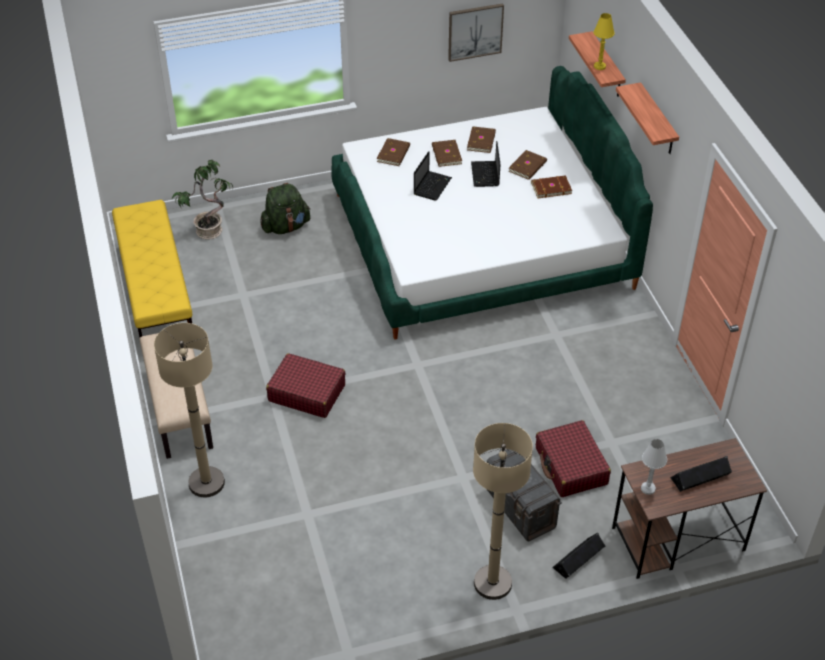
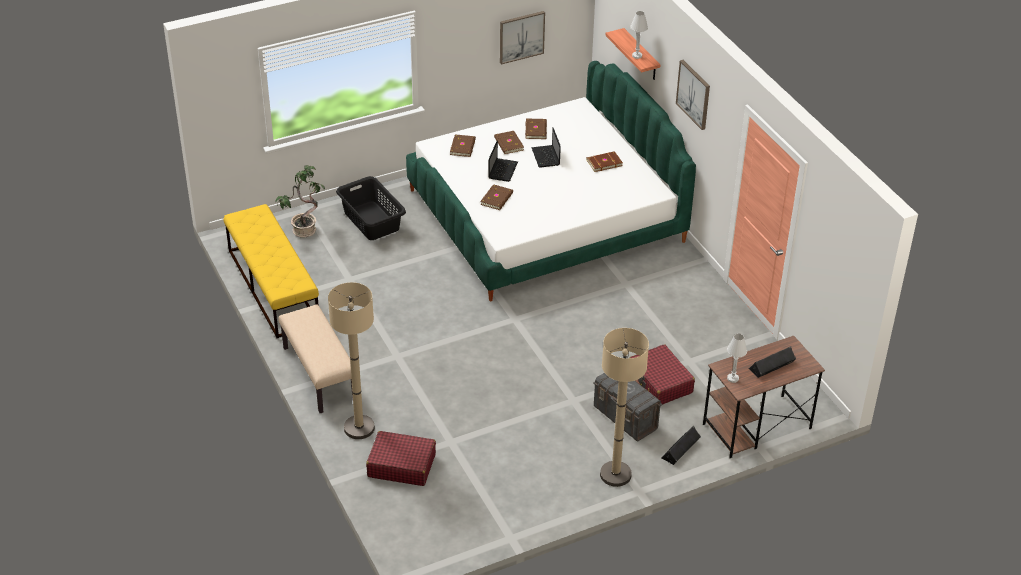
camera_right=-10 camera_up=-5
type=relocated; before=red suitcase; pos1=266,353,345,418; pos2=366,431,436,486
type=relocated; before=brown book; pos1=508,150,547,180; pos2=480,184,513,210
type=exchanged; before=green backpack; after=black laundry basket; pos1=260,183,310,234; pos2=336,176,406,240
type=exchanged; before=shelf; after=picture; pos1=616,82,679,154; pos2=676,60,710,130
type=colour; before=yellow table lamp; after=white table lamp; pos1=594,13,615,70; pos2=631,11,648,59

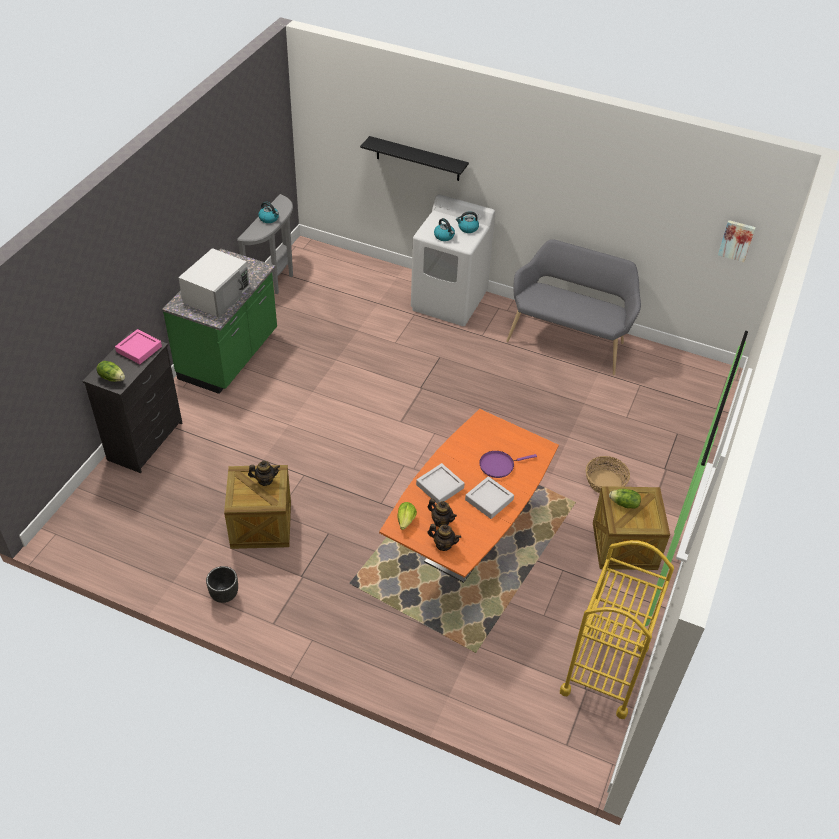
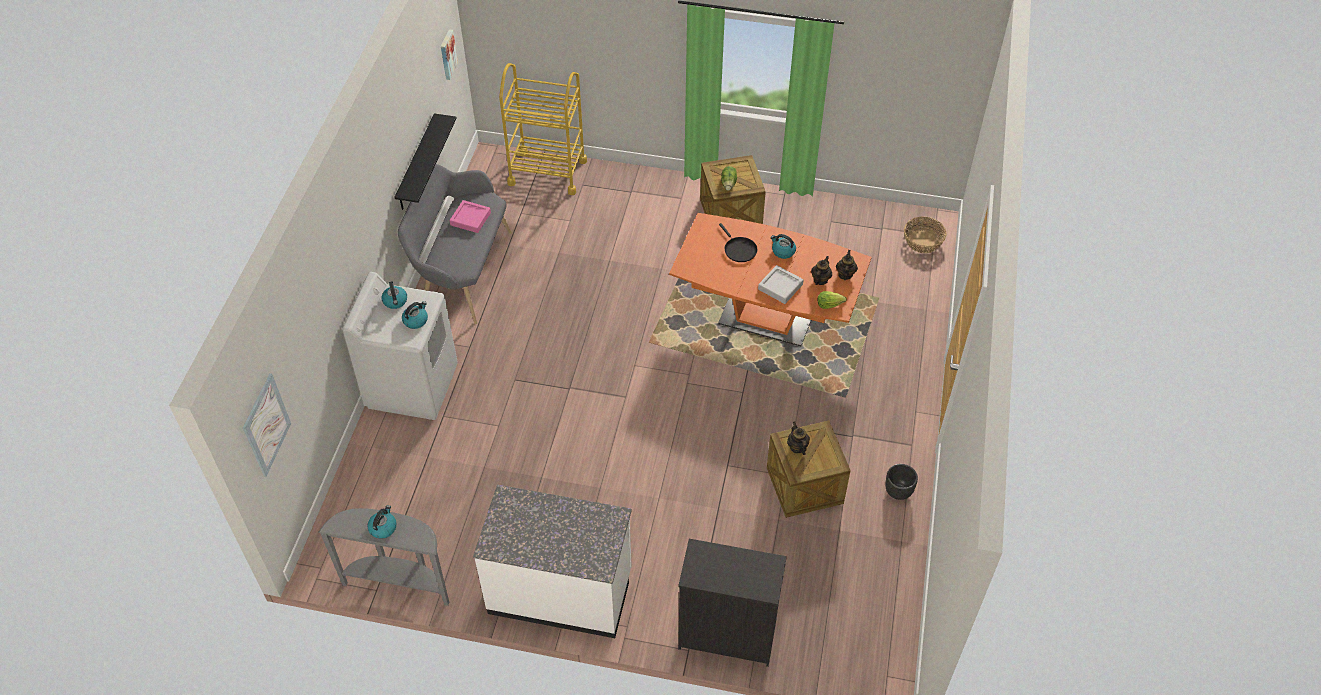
camera_right=-100 camera_up=5
type=missing; before=lettuce; pos1=97,361,125,382
type=missing; before=white microwave; pos1=178,248,250,318
type=appeared; after=picture; pos2=243,373,291,477
type=relocated; before=pink tray; pos1=115,329,162,364; pos2=450,200,491,233
type=relocated; before=black shelf; pos1=360,136,469,181; pos2=394,113,457,210
type=relocated; before=yellow cart; pos1=560,540,674,719; pos2=499,63,587,195
type=relocated; before=basket; pos1=586,456,630,494; pos2=904,217,947,253
type=exchanged; before=grey tray; after=kettle; pos1=465,476,514,519; pos2=771,234,796,259
type=colour; before=green counter; after=white counter; pos1=162,249,277,394; pos2=473,485,632,638
type=colour; before=purple frying pan; after=black frying pan; pos1=479,451,537,478; pos2=719,223,757,262

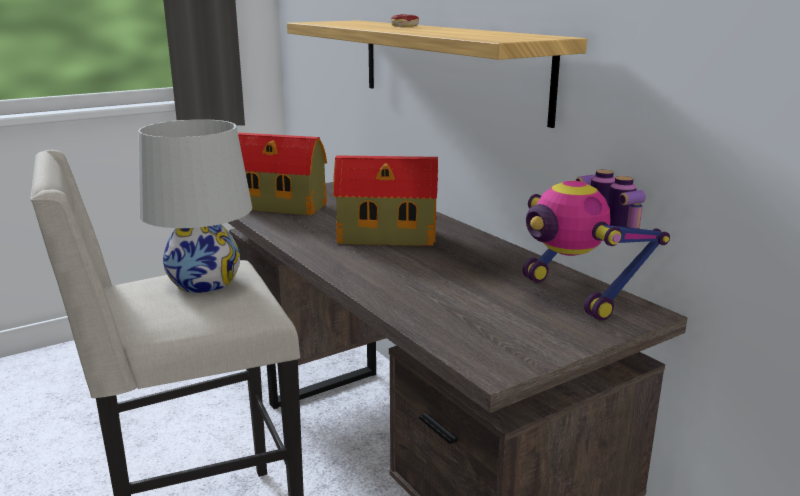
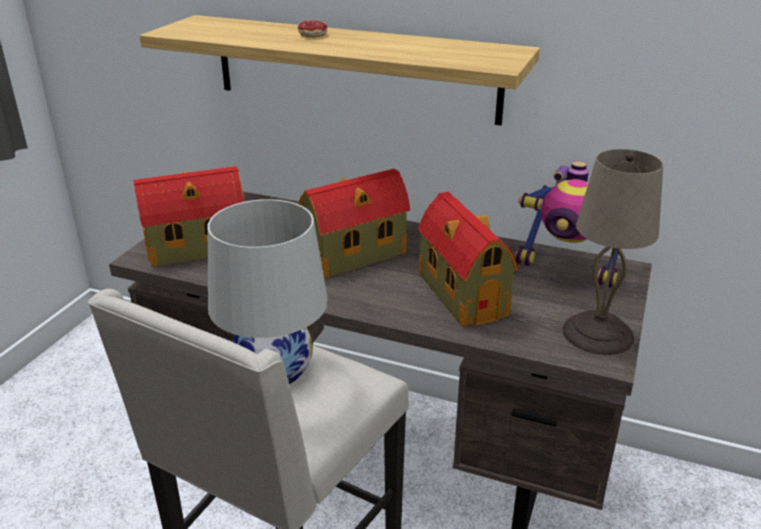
camera_right=-35 camera_up=10
type=appeared; after=toy house; pos2=418,192,519,327
type=appeared; after=beige table lamp; pos2=563,149,663,355

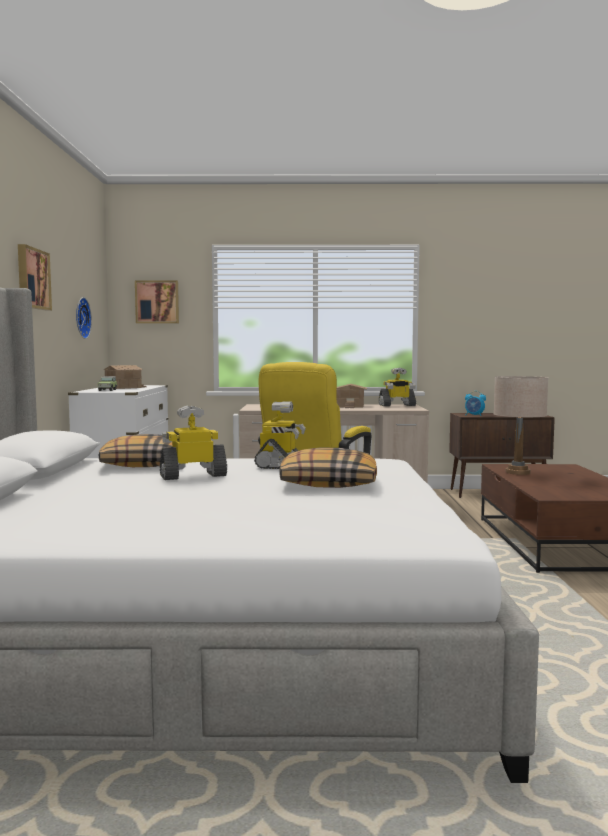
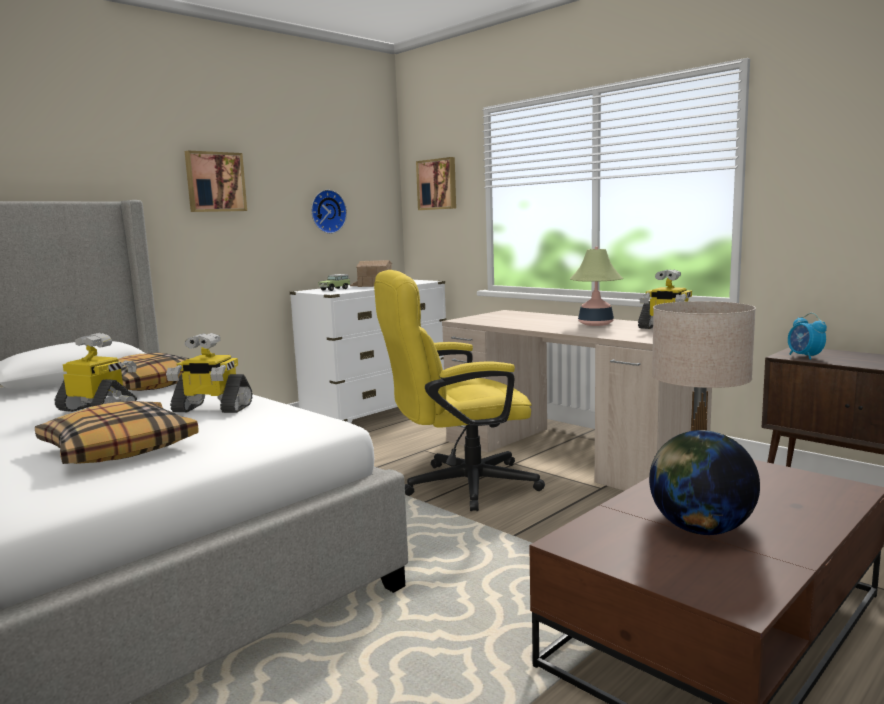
camera_right=45 camera_up=5
type=appeared; after=globe; pos2=649,430,760,535
type=exchanged; before=toy house; after=table lamp; pos1=337,384,367,408; pos2=570,247,623,326
type=spun; before=toy robot; pos1=254,401,306,469; pos2=166,333,252,413; turn=45

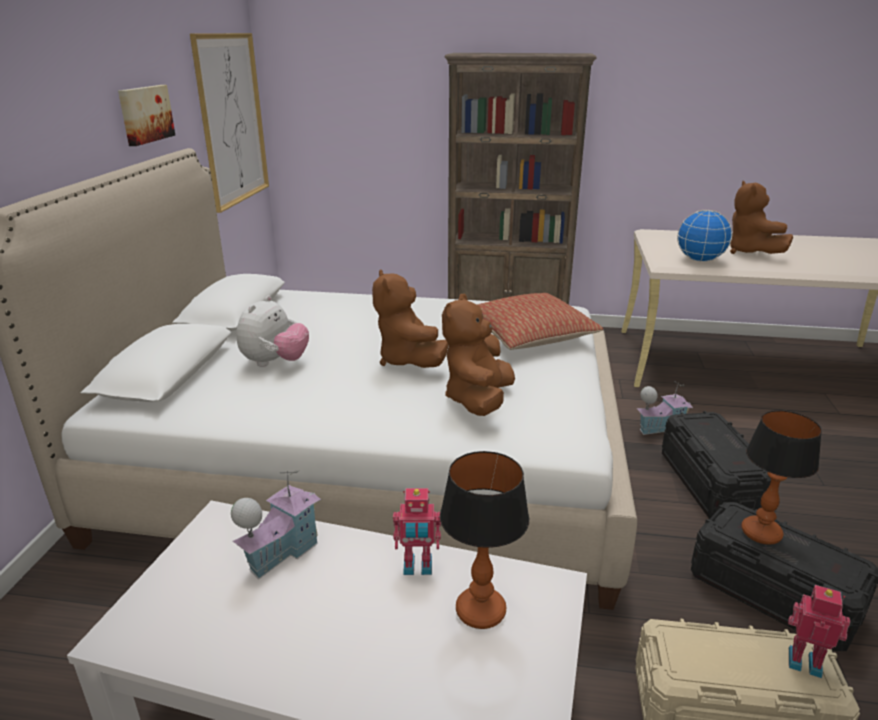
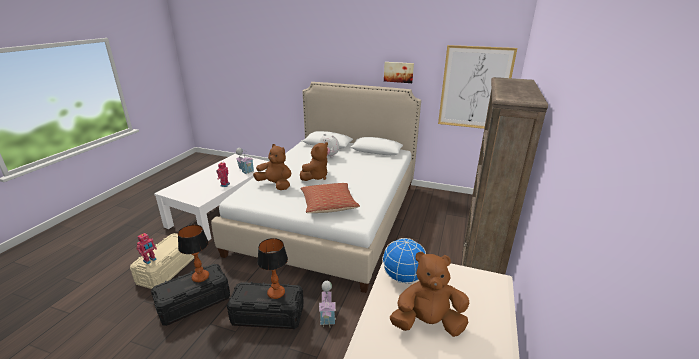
camera_right=100 camera_up=0
type=relocated; before=table lamp; pos1=440,451,529,629; pos2=257,238,288,299
type=spun; before=brown plush toy; pos1=372,269,448,368; pos2=300,142,328,181; turn=135

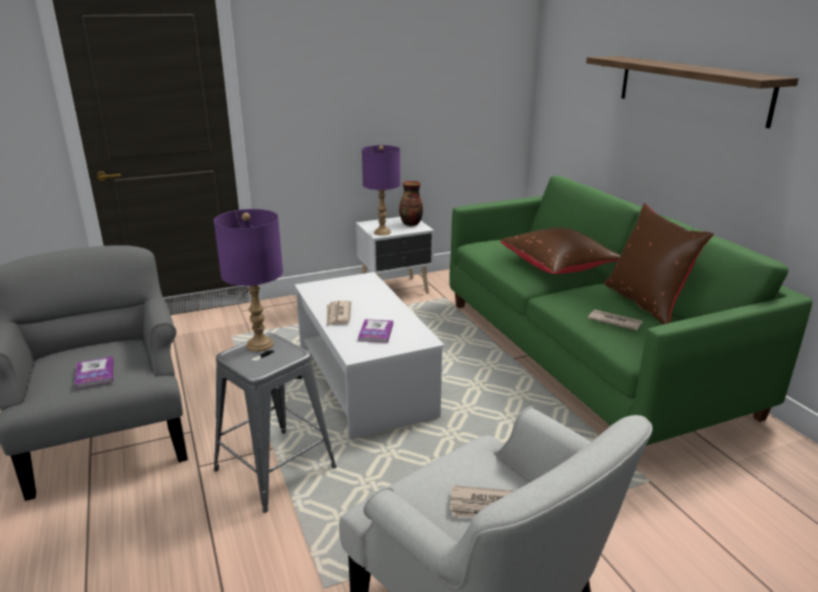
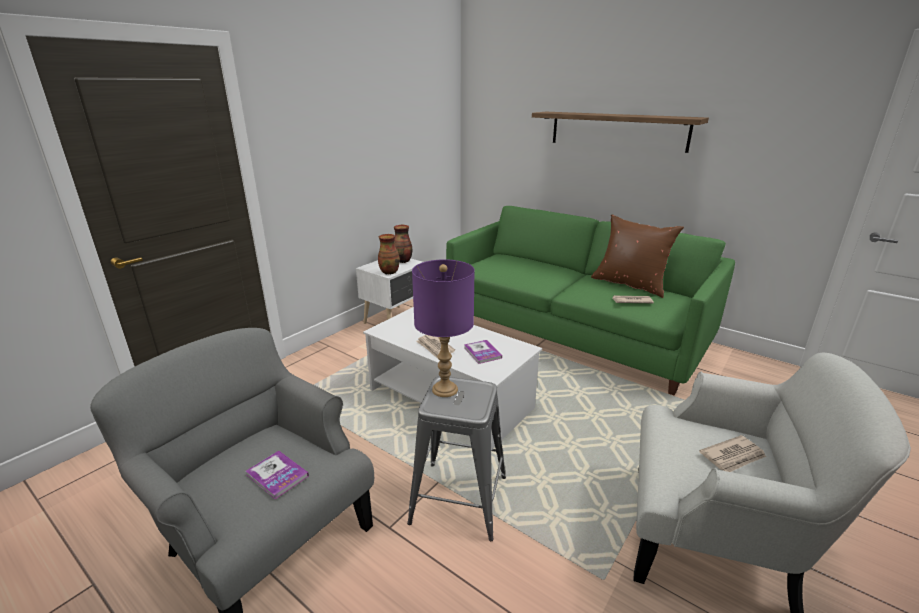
camera_right=-30 camera_up=0
type=missing; before=brown pillow; pos1=500,228,620,274
type=exchanged; before=purple table lamp; after=vase; pos1=362,145,400,236; pos2=378,234,400,275

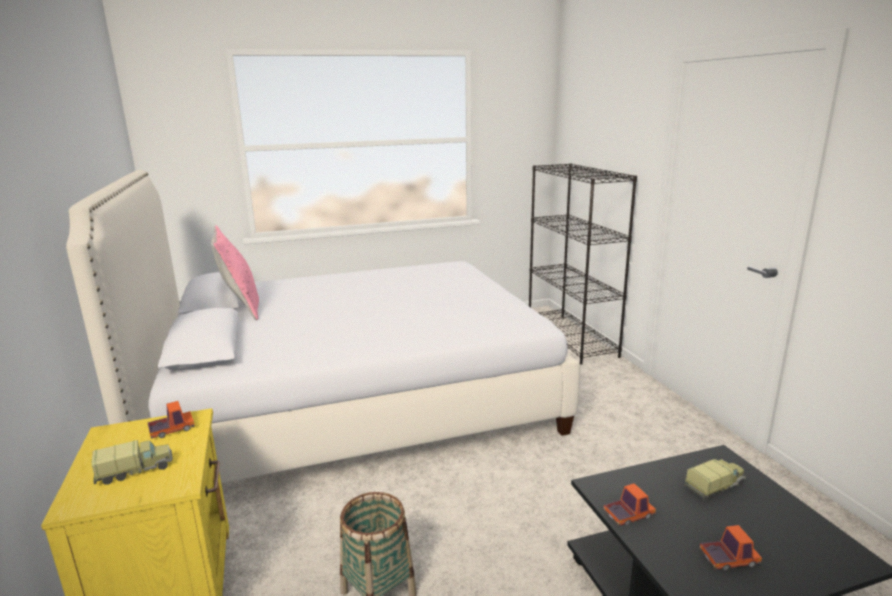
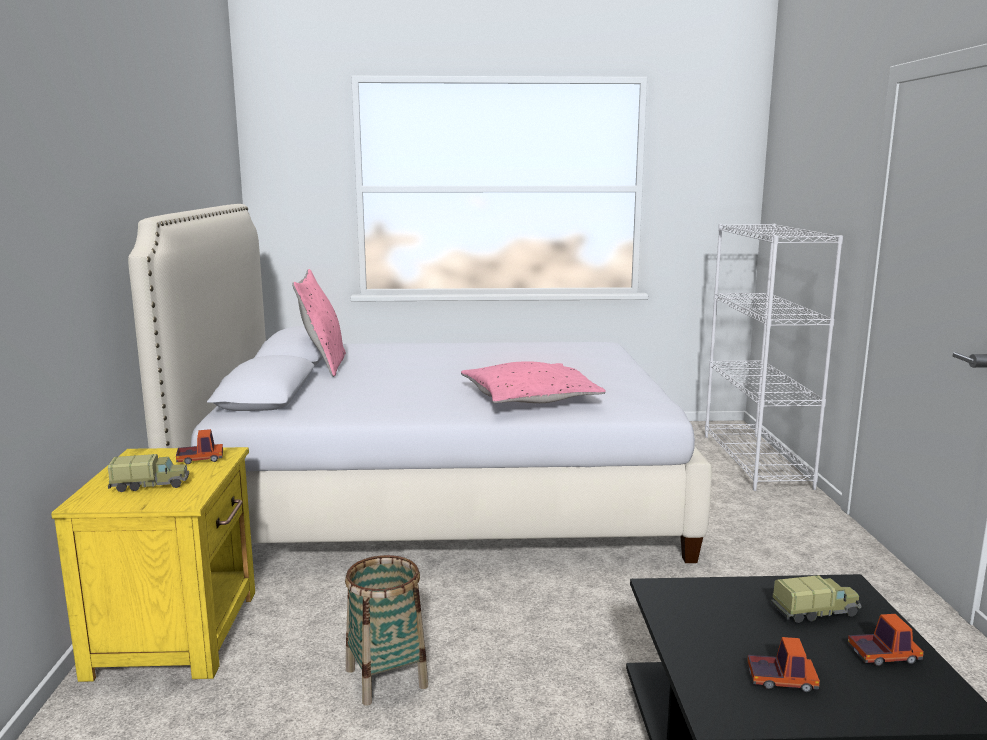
camera_right=15 camera_up=-5
type=appeared; after=pink pillow; pos2=461,361,606,403
type=relocated; before=toy truck; pos1=604,483,656,526; pos2=848,614,924,666
type=colour; before=black bookcase; after=white bookcase; pos1=529,163,637,365; pos2=705,224,843,491

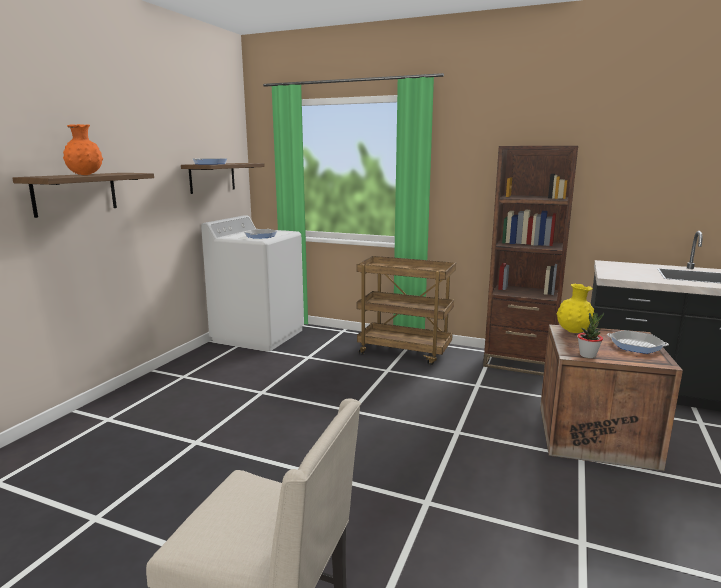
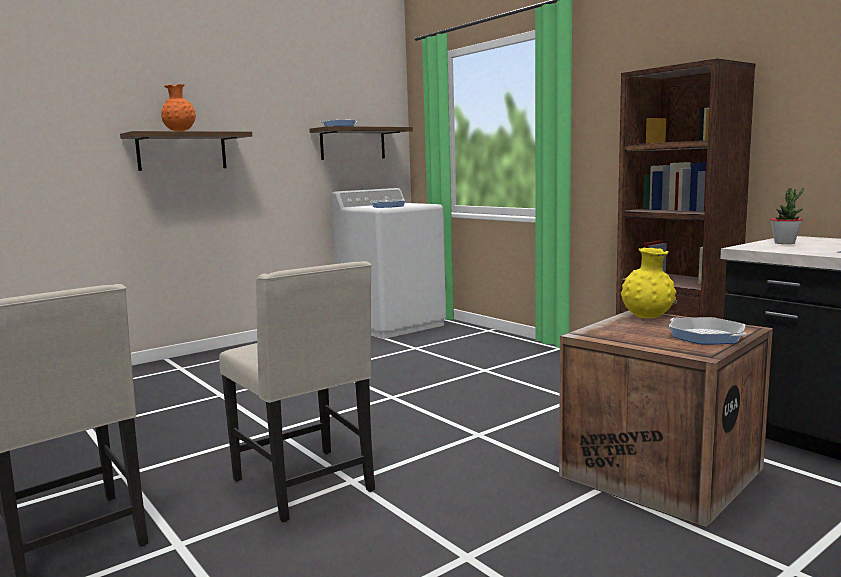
camera_right=30 camera_up=-5
type=missing; before=brown cart; pos1=357,256,456,366
type=appeared; after=beige chair; pos2=219,261,375,522
type=relocated; before=potted plant; pos1=577,313,604,358; pos2=770,188,804,244

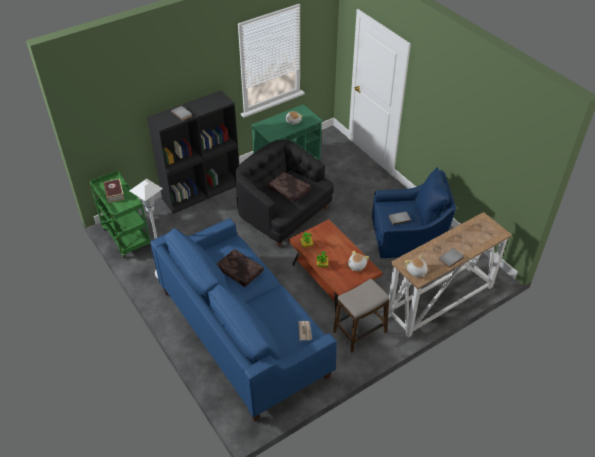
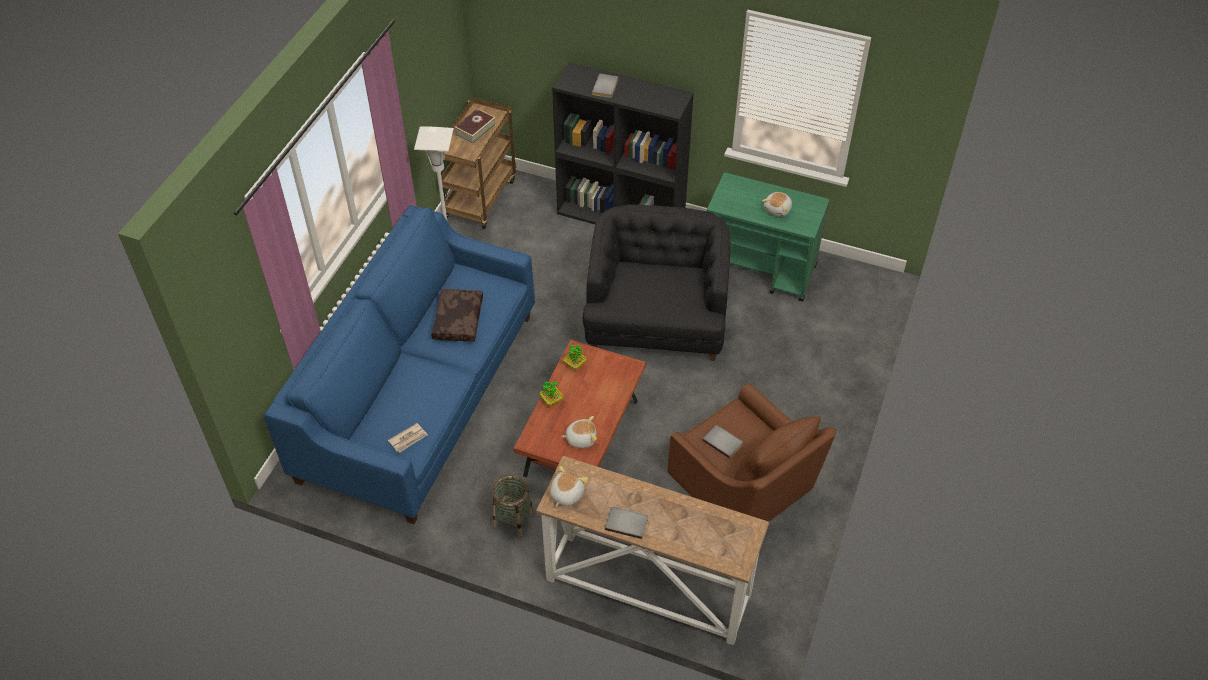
camera_right=55 camera_up=5
type=missing; before=brown pillow; pos1=268,172,311,202
type=exchanged; before=stool; after=basket; pos1=333,279,389,353; pos2=493,475,533,536
type=colour; before=green cart; after=brown cart; pos1=90,170,151,259; pos2=441,97,516,229
type=colour; before=blue armchair; after=brown armchair; pos1=372,167,456,258; pos2=667,383,836,522

